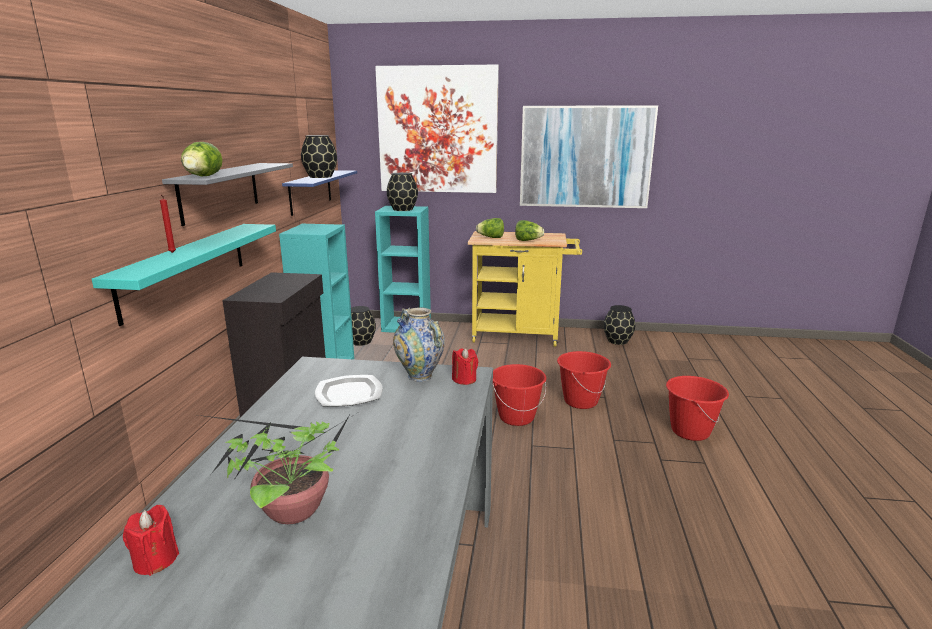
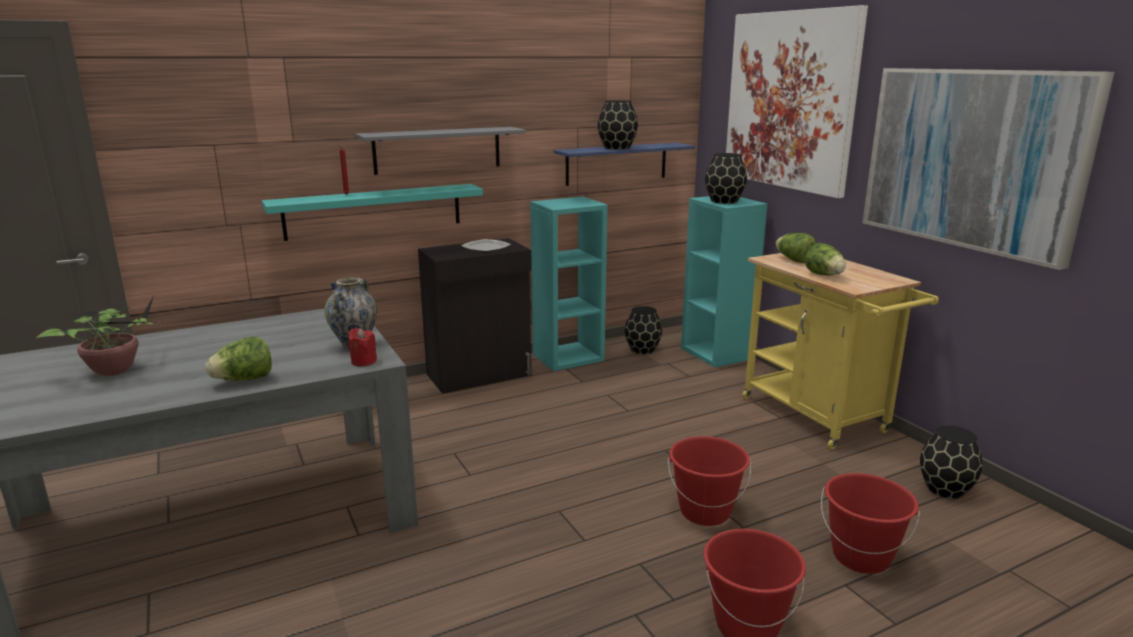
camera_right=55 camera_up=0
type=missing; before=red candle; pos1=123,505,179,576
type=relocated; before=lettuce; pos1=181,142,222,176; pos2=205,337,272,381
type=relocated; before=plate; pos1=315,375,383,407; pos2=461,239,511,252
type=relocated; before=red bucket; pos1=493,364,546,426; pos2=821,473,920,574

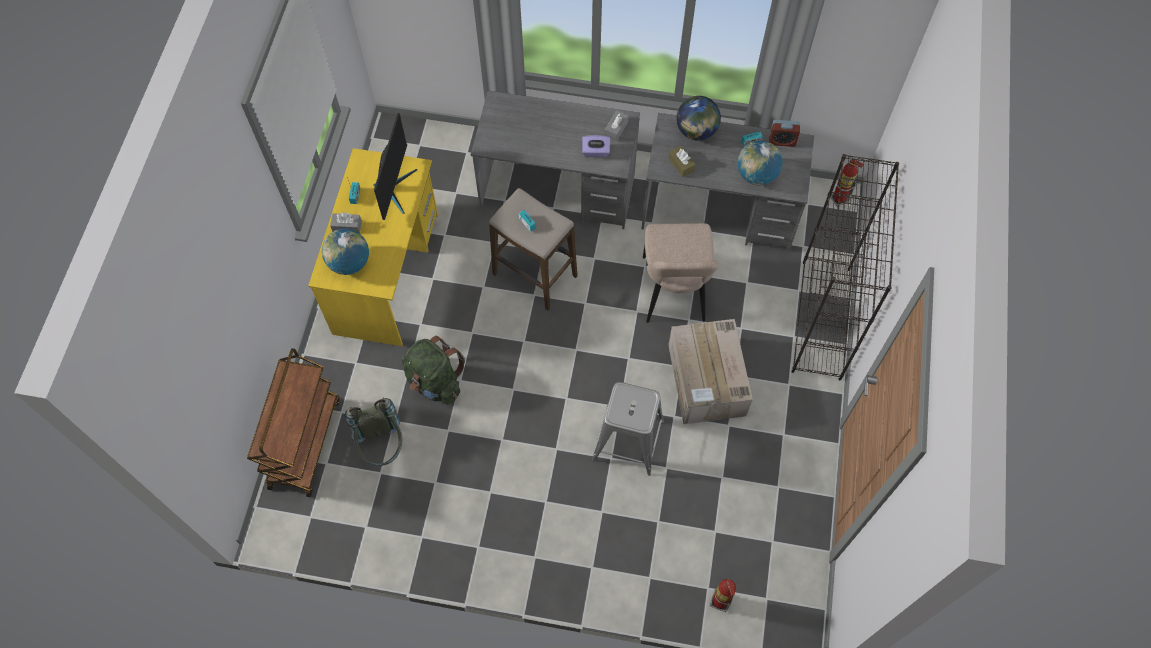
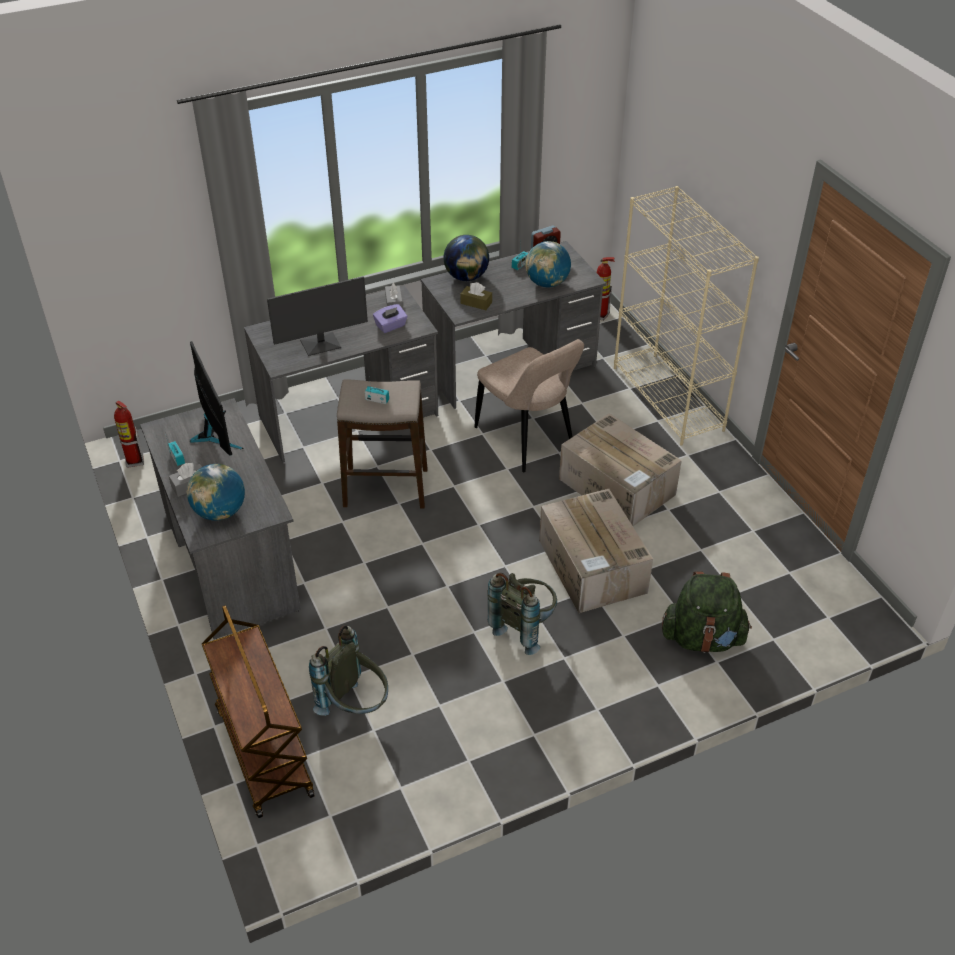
camera_right=-35 camera_up=-20
type=appeared; after=monitor; pos2=267,276,368,356
type=appeared; after=grey backpack; pos2=487,573,557,655
type=relocated; before=green backpack; pos1=402,336,465,405; pos2=662,571,752,653
type=relocated; before=fire extinguisher; pos1=710,579,736,612; pos2=114,401,144,468
type=exchanged; before=grey stool; after=cardboard box; pos1=592,382,664,476; pos2=539,489,653,613
type=colour; before=yellow desk; after=grey desk; pos1=308,148,438,346; pos2=140,398,301,639
type=colour; before=black bookcase; after=beige bookcase; pos1=791,154,899,381; pos2=614,186,759,446

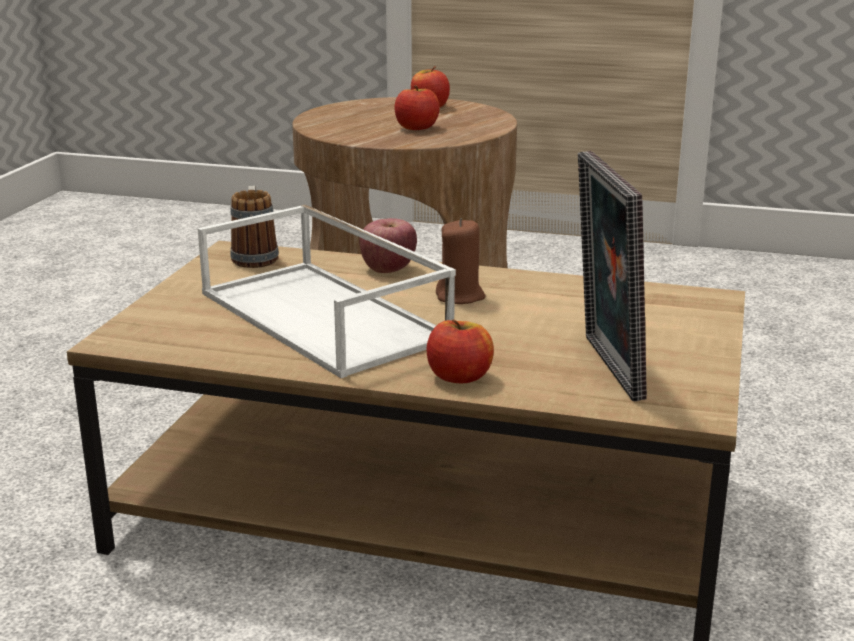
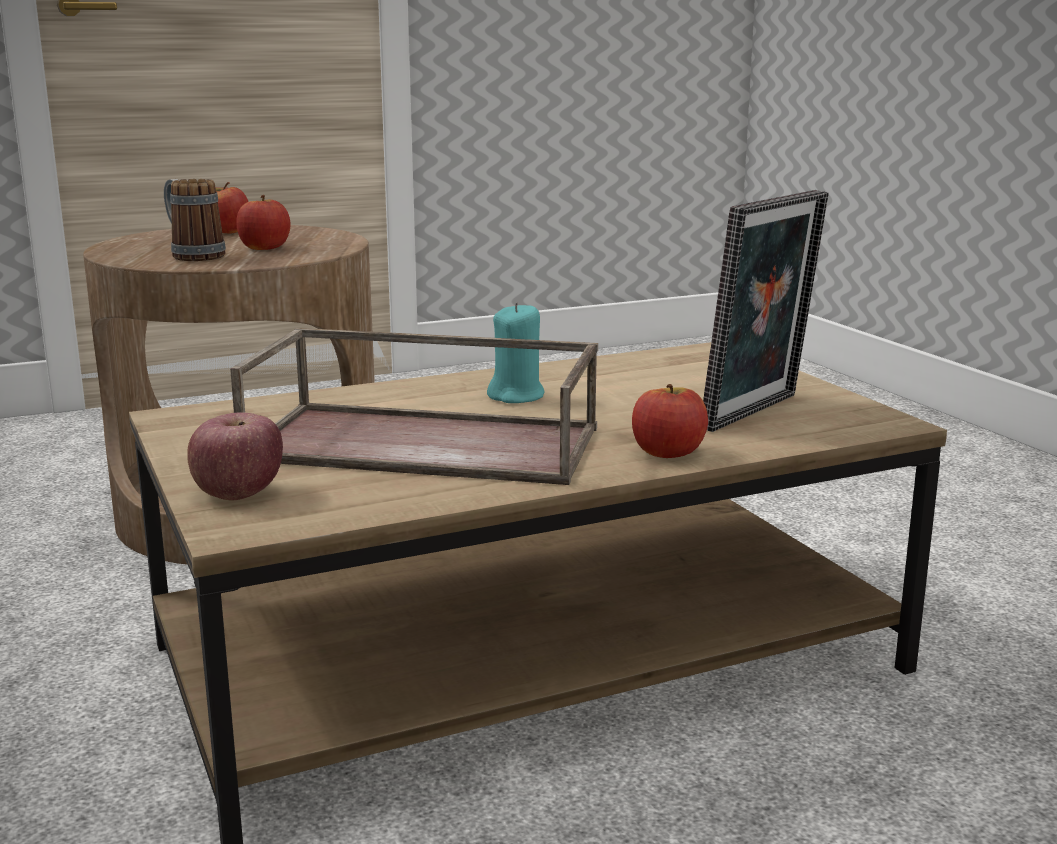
camera_right=-40 camera_up=-5
type=relocated; before=mug; pos1=230,186,279,268; pos2=164,179,226,261
type=relocated; before=apple; pos1=359,218,417,273; pos2=187,413,283,501
type=colour; before=white tray; after=brown tray; pos1=198,205,456,378; pos2=230,328,598,485
type=colour; before=brown candle; after=turquoise candle; pos1=436,218,485,304; pos2=487,302,545,403
type=spun; before=picture frame; pos1=578,151,647,401; pos2=703,190,829,432; turn=-90

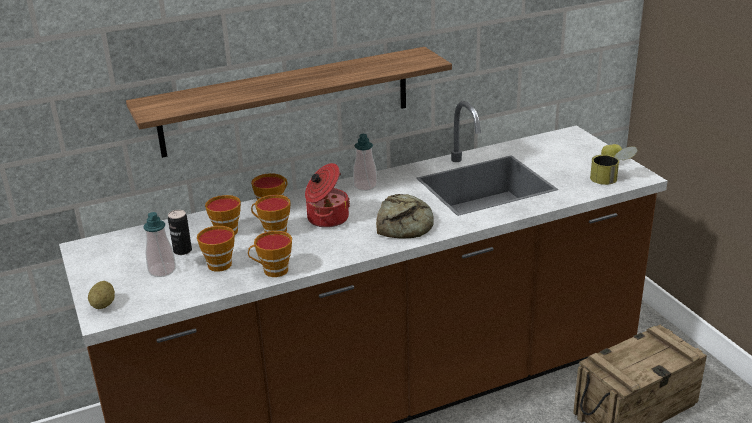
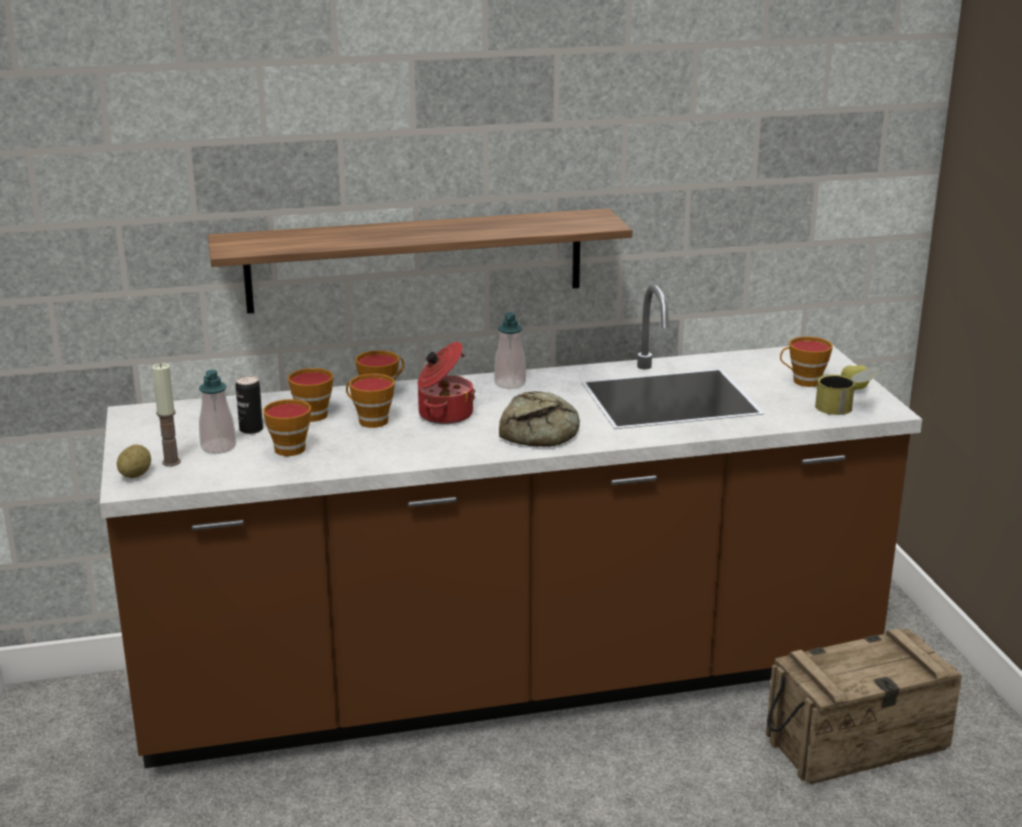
camera_right=10 camera_up=-5
type=appeared; after=candle; pos2=152,363,181,466
type=relocated; before=cup; pos1=248,231,292,277; pos2=780,337,833,387

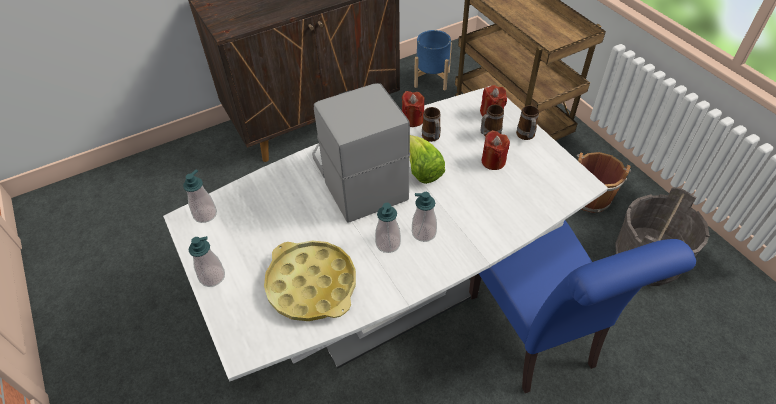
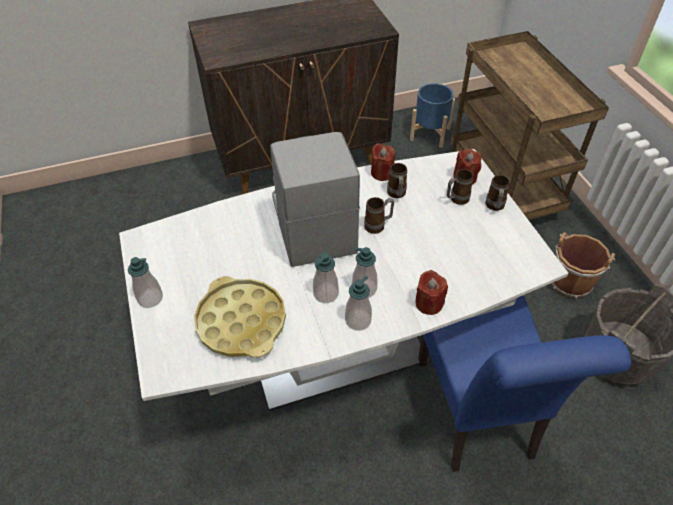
camera_right=10 camera_up=0
type=relocated; before=soap dispenser; pos1=183,170,217,223; pos2=345,275,372,331
type=relocated; before=red candle; pos1=482,130,510,170; pos2=415,270,448,315
type=exchanged; before=lettuce; after=mug; pos1=410,135,445,184; pos2=364,197,394,234

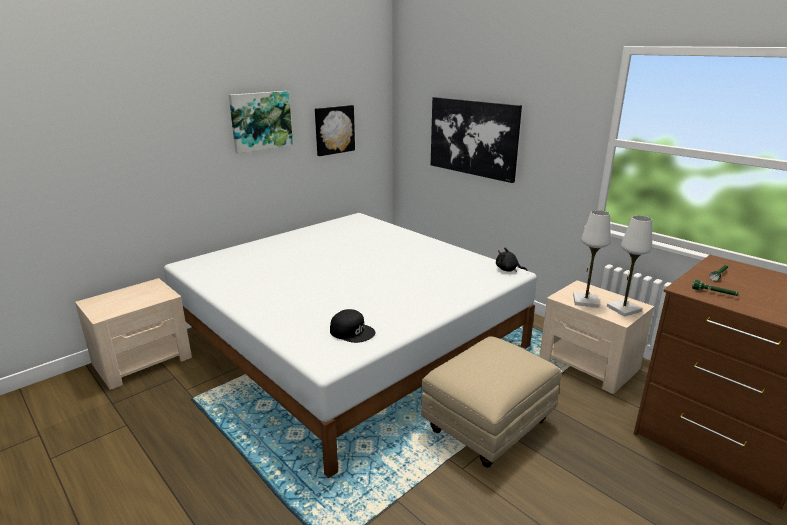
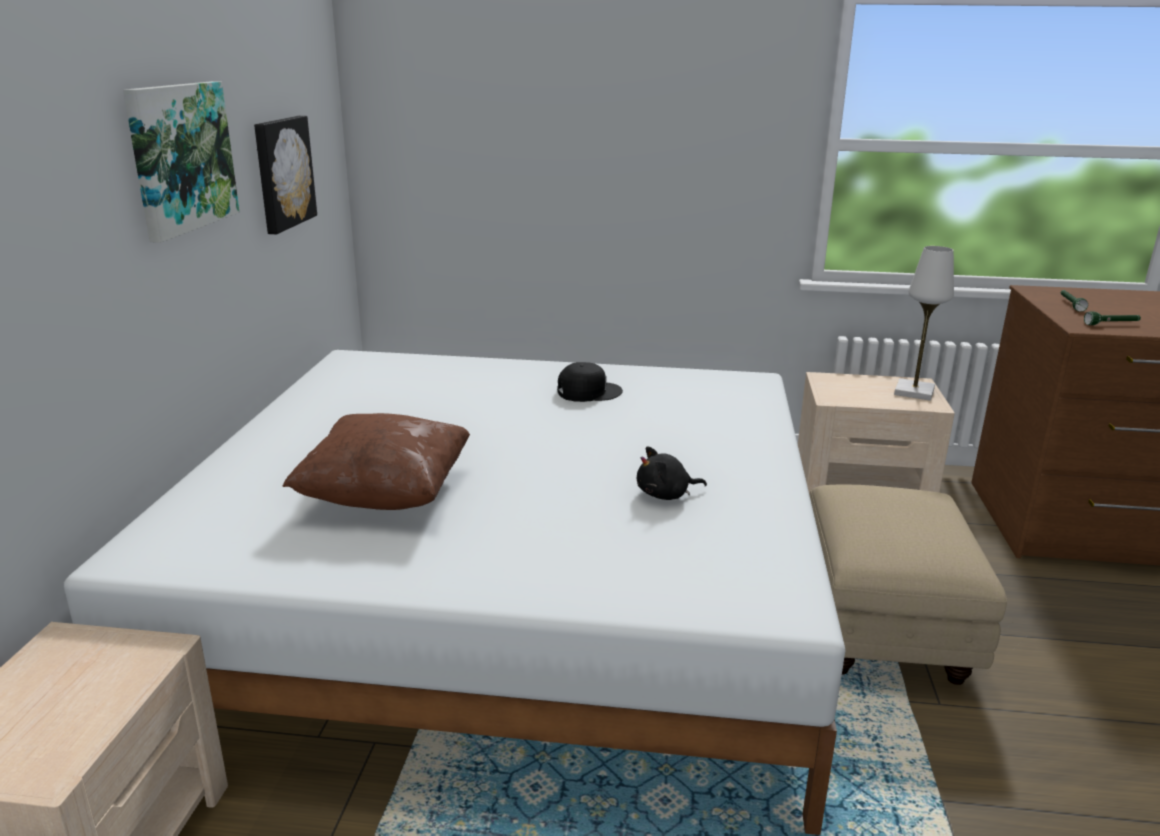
camera_right=-40 camera_up=0
type=missing; before=picture; pos1=431,97,522,183
type=missing; before=white table lamp; pos1=573,210,611,308
type=appeared; after=brown pillow; pos2=282,413,470,510
type=relocated; before=black cap; pos1=330,309,376,343; pos2=557,362,623,402
type=relocated; before=black plush toy; pos1=496,248,527,272; pos2=637,447,707,500

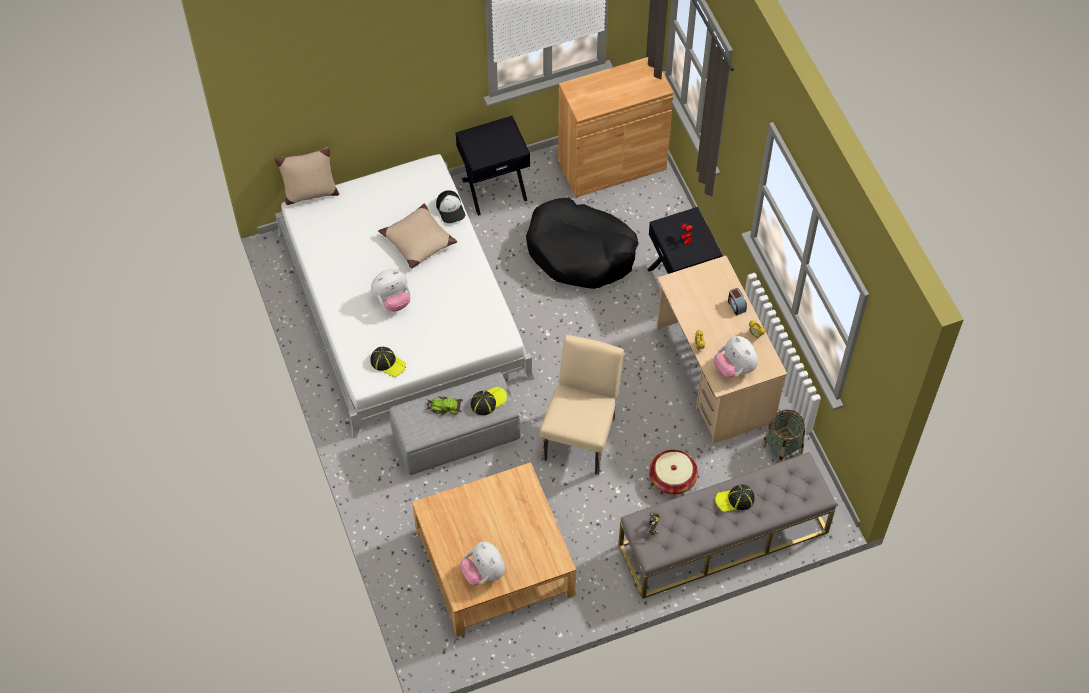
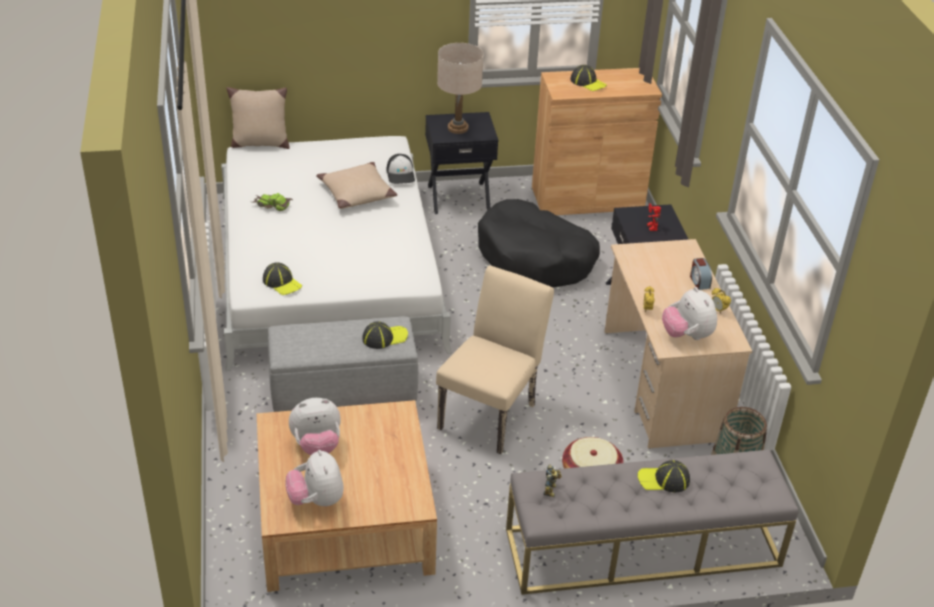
camera_right=10 camera_up=-20
type=appeared; after=beige table lamp; pos2=437,43,484,134
type=appeared; after=cap; pos2=570,65,607,91
type=relocated; before=plush toy; pos1=371,269,411,311; pos2=289,398,341,455
type=relocated; before=toy car; pos1=424,396,463,415; pos2=253,193,293,211

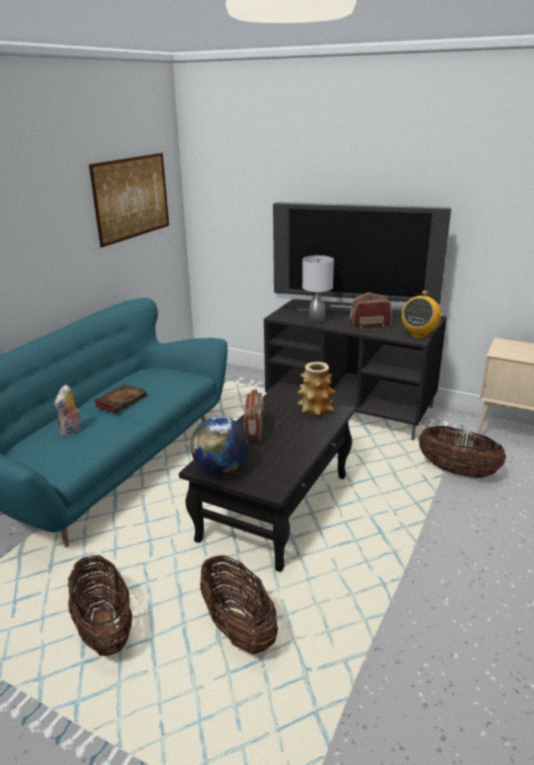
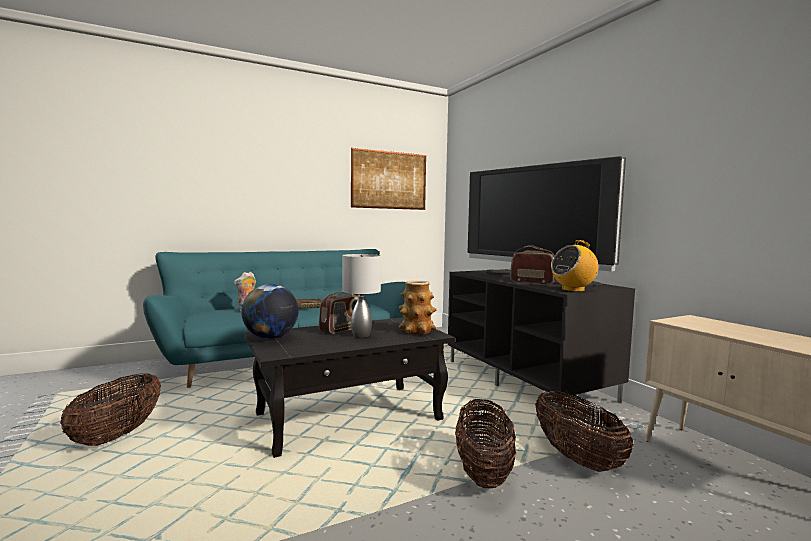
camera_right=35 camera_up=-20
type=relocated; before=basket; pos1=200,555,278,655; pos2=455,399,516,489
type=relocated; before=grey table lamp; pos1=302,255,334,324; pos2=342,254,381,338

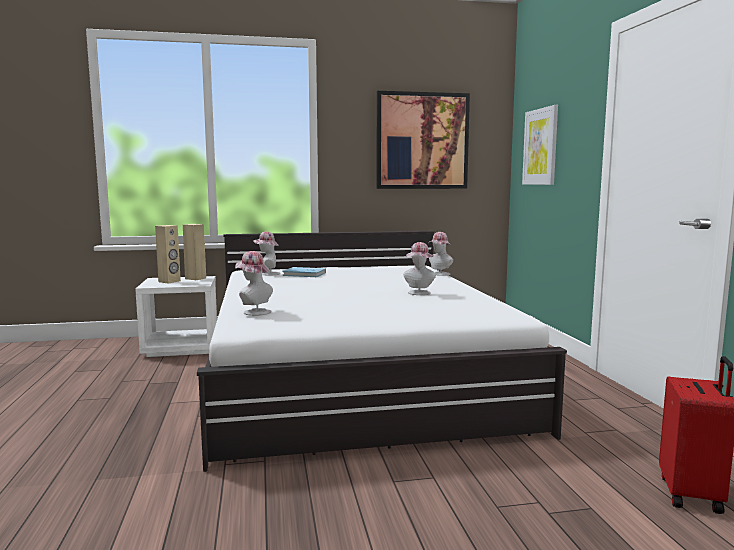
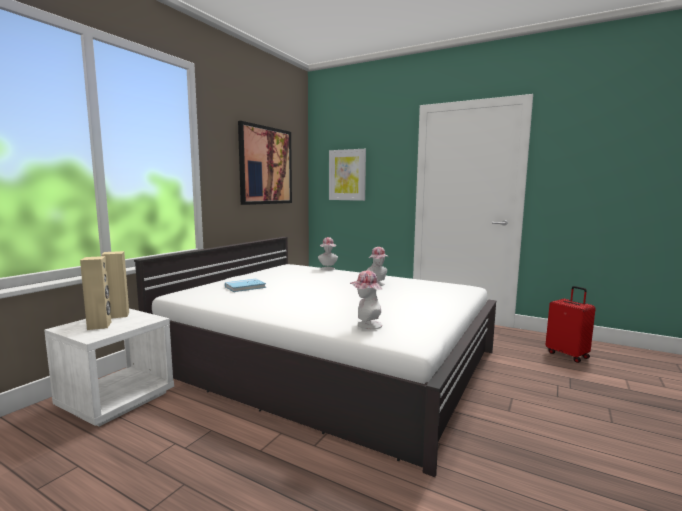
camera_right=-50 camera_up=0
type=missing; before=hat; pos1=253,231,280,276

